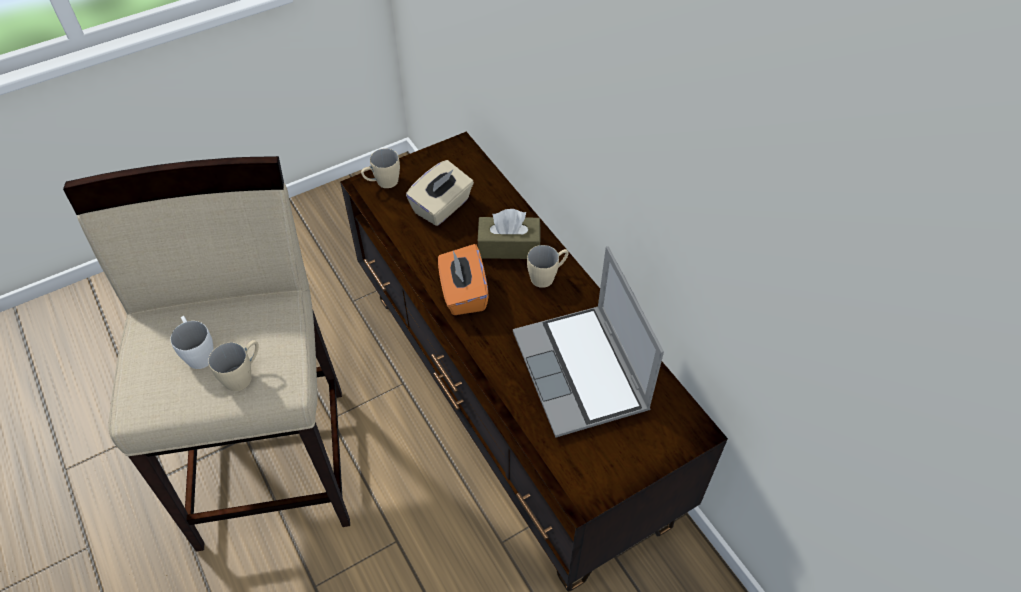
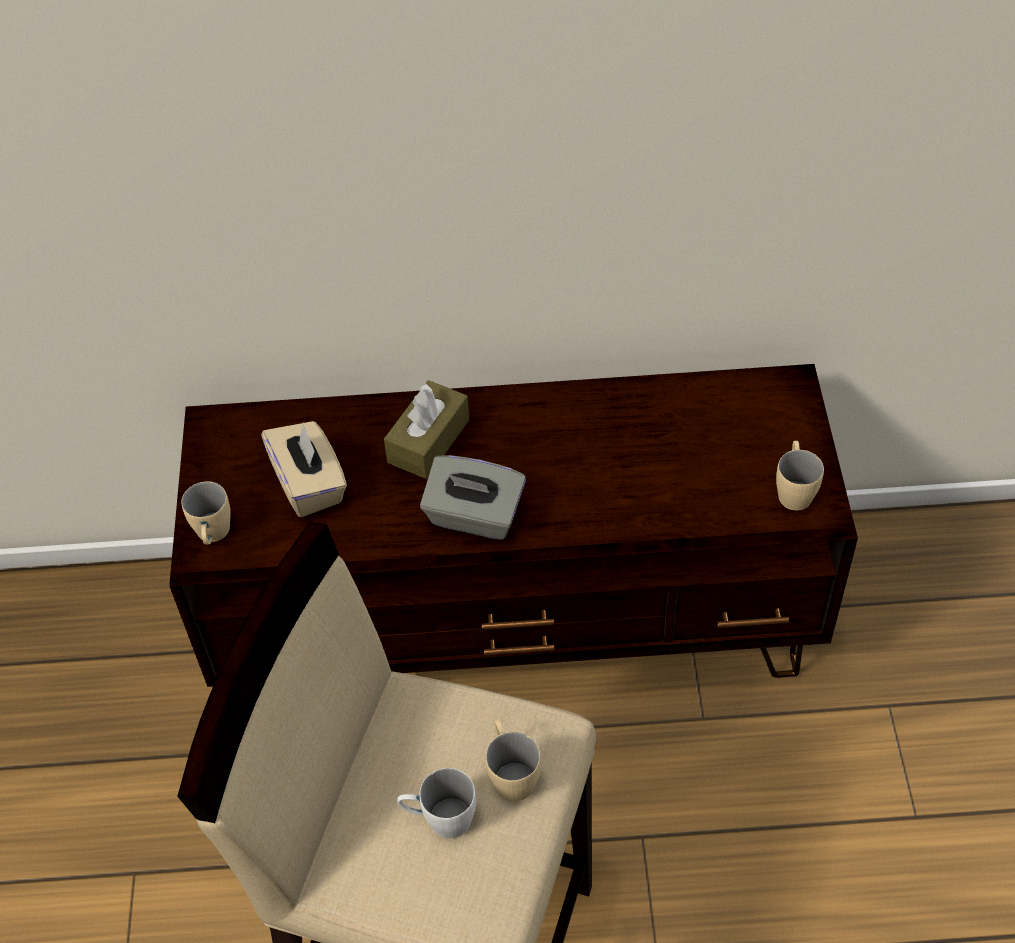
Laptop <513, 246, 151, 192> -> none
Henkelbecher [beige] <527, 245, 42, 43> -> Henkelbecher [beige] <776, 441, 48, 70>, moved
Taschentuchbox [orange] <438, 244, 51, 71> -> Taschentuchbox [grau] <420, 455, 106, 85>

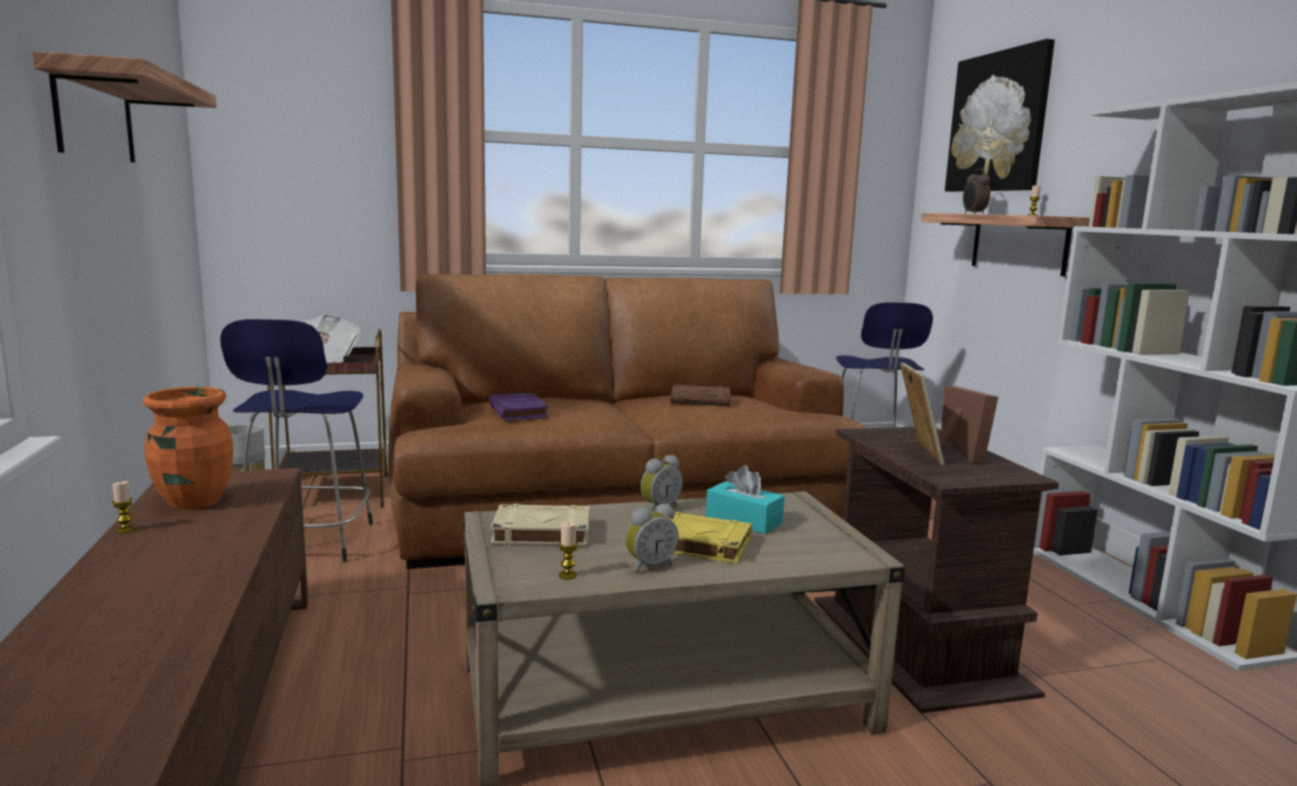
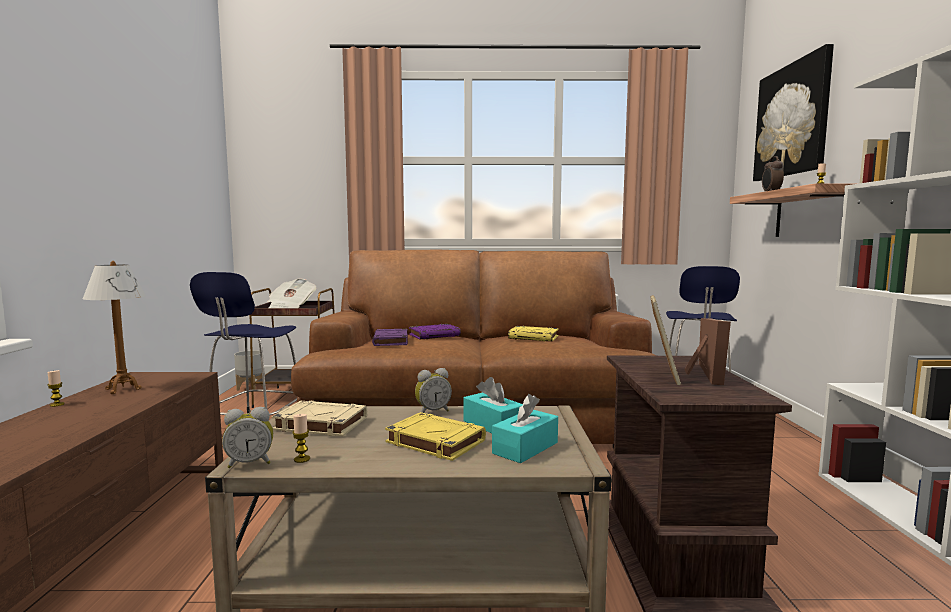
Wandregal <32, 51, 185, 111> -> none
none -> Buch [lila] <409, 324, 52, 15>
none -> Taschentuchbox [türkis] <492, 394, 66, 69>
Wecker <626, 504, 53, 69> -> Wecker <222, 407, 51, 61>, moved
Vase [orange] <143, 386, 91, 124> -> Tischlampe <83, 261, 63, 133>
Buch [braun] <671, 384, 59, 22> -> Buch [gelb] <508, 326, 51, 16>

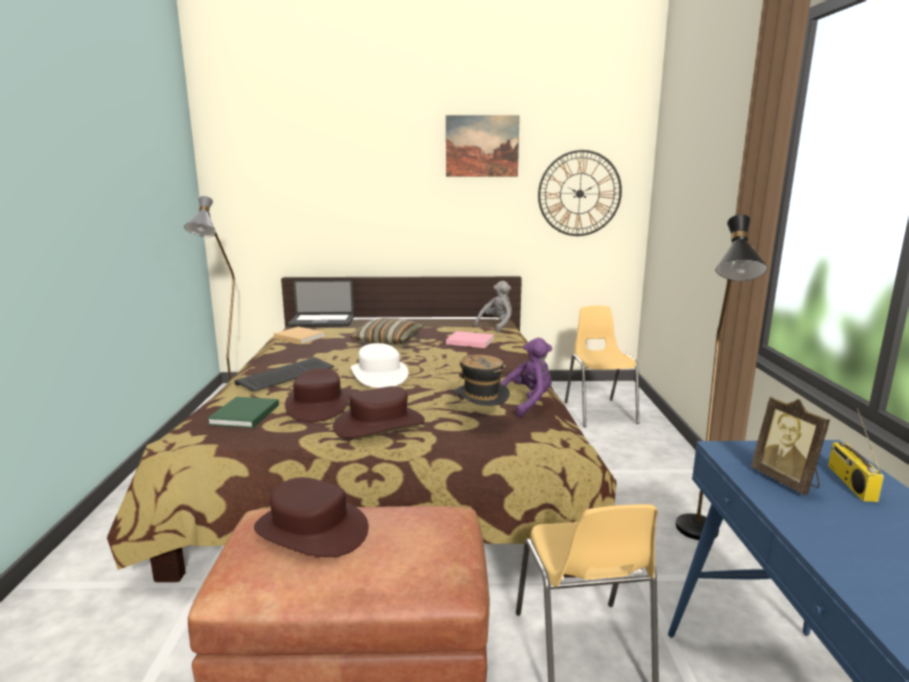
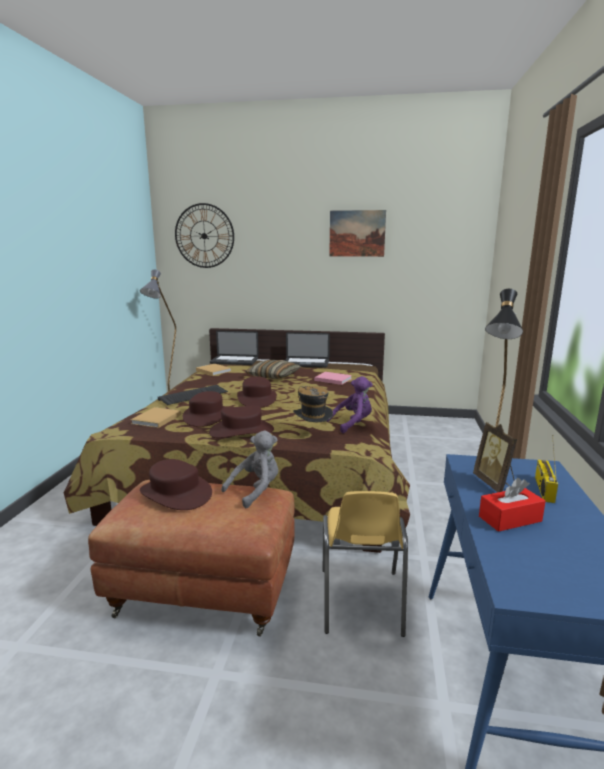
Stuhl [gelb] <565, 306, 74, 121> -> none
none -> Laptop <285, 332, 45, 36>
none -> Taschentuchbox [rot] <479, 478, 67, 54>
Plüschtier [grau] <474, 281, 38, 51> -> Plüschtier [grau] <221, 431, 57, 77>, moved
Wanduhr <538, 150, 84, 86> -> Wanduhr <175, 203, 59, 65>, moved
Buch [grün] <207, 397, 72, 31> -> Buch [beige] <131, 407, 50, 21>
Hut [weiß] <351, 343, 57, 45> -> Hut [braun] <237, 376, 40, 32>

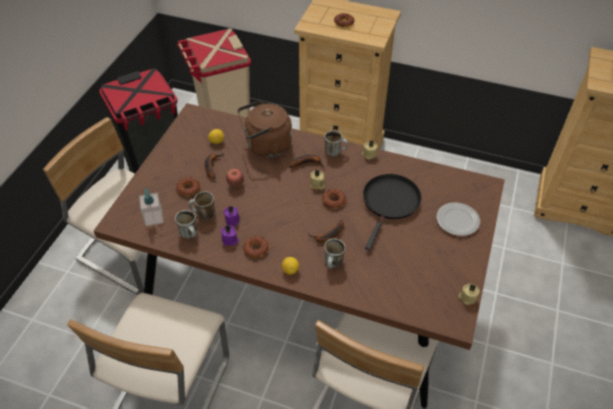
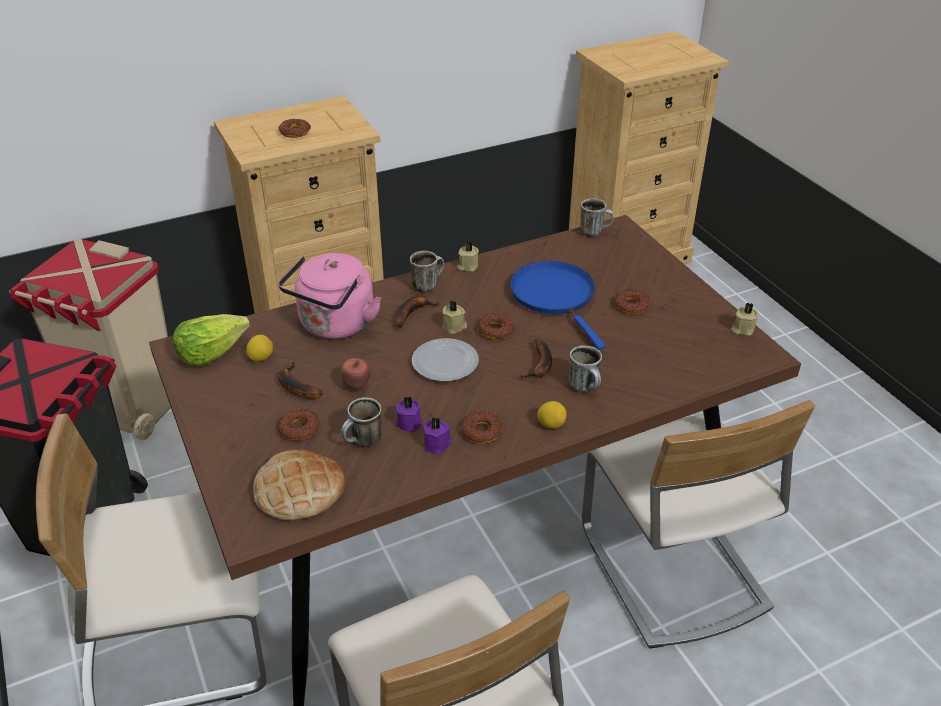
none -> Salatkopf <173, 314, 77, 52>
none -> Donut <614, 289, 36, 25>
Henkelbecher <175, 210, 22, 28> -> Henkelbecher <580, 198, 34, 39>, moved
Teller <437, 202, 43, 34> -> Teller <412, 338, 67, 44>, moved
Seifenspender <139, 188, 25, 38> -> Brot <253, 449, 93, 72>
Wasserkessel [braun] <238, 100, 54, 57> -> Wasserkessel [rosa] <278, 253, 103, 86>
Pfanne [schwarz] <363, 174, 58, 77> -> Pfanne [blau] <510, 261, 95, 89>

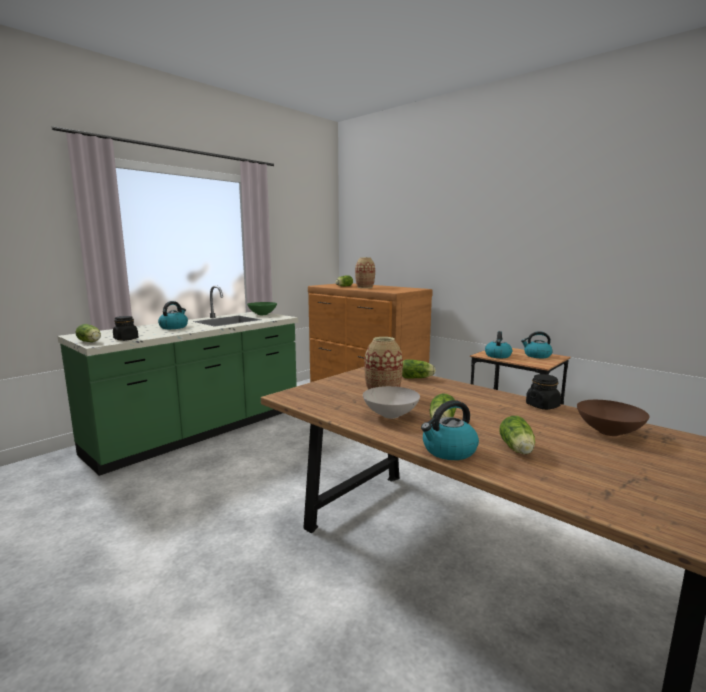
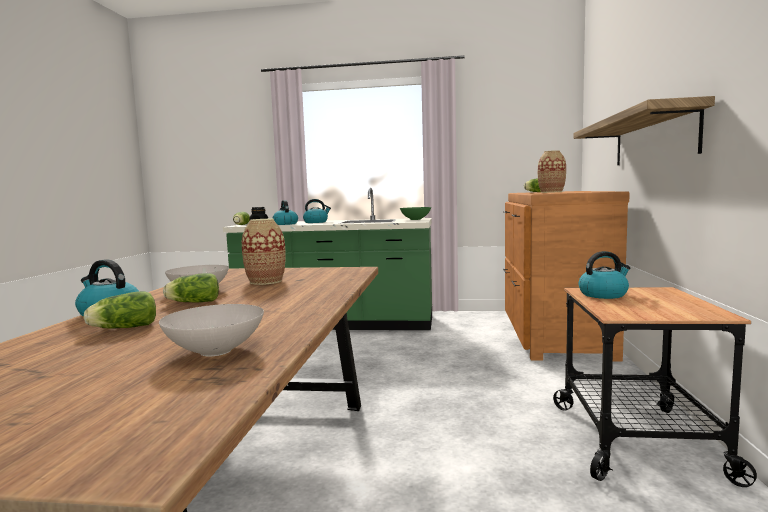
Salatkopf <402, 359, 34, 20> -> none
Vorratsglas [schwarz] <526, 374, 35, 36> -> none
none -> Wandregal <573, 96, 142, 69>
Wasserkessel <521, 331, 32, 27> -> Wasserkessel <272, 200, 26, 25>, moved
Schüssel [braun] <577, 400, 72, 36> -> Schüssel [weiß] <159, 304, 105, 53>

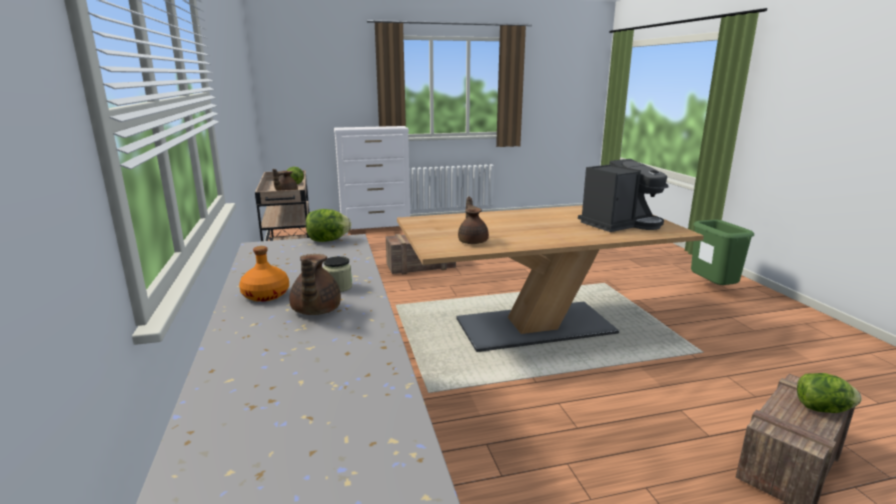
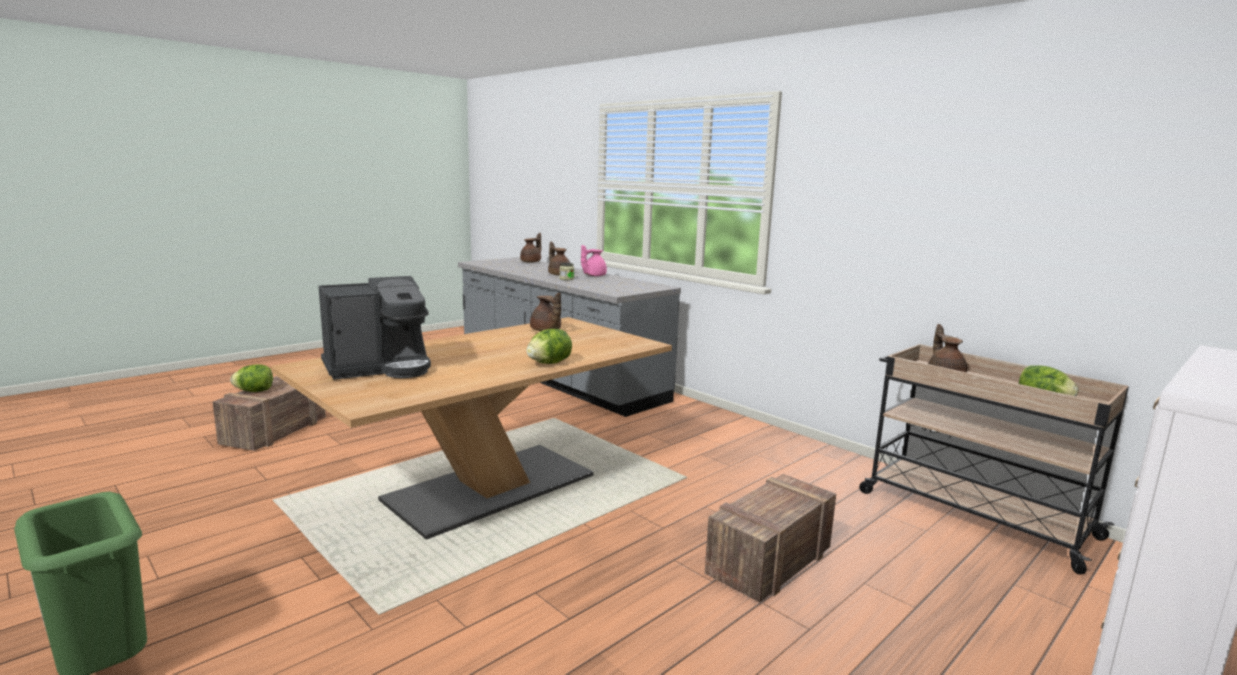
none -> Teekanne [braun] <520, 233, 21, 29>
Salatkopf <306, 209, 46, 33> -> Salatkopf <526, 329, 46, 35>, moved
Flasche [orange] <239, 246, 50, 56> -> Teekanne [rosa] <581, 245, 26, 31>
Kaffeemaschine <578, 159, 91, 73> -> Kaffeemaschine <318, 276, 113, 104>, 150 degrees counterclockwise

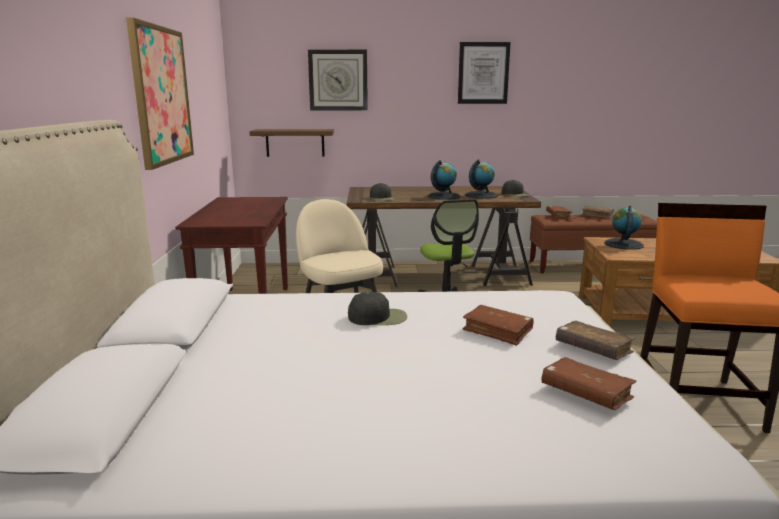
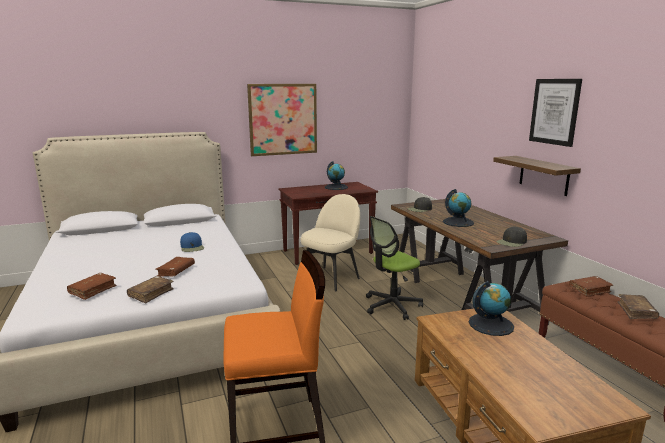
Wanduhr <308, 49, 60, 62> -> none
Wandregal <249, 129, 85, 28> -> Wandregal <493, 156, 88, 40>, moved
Globus <465, 159, 33, 40> -> Globus <325, 161, 23, 29>, moved
Kappe [schwarz] <348, 292, 59, 33> -> Kappe [blau] <180, 232, 24, 20>

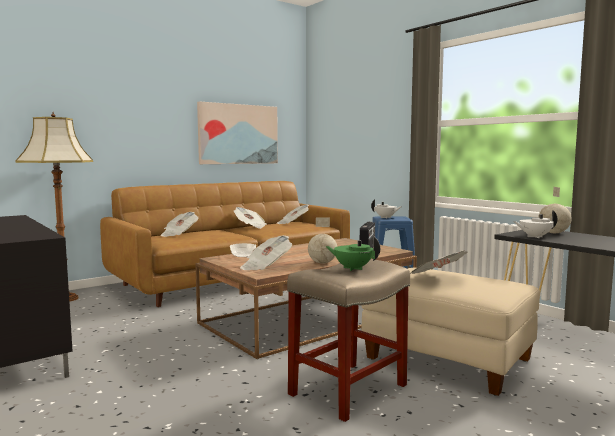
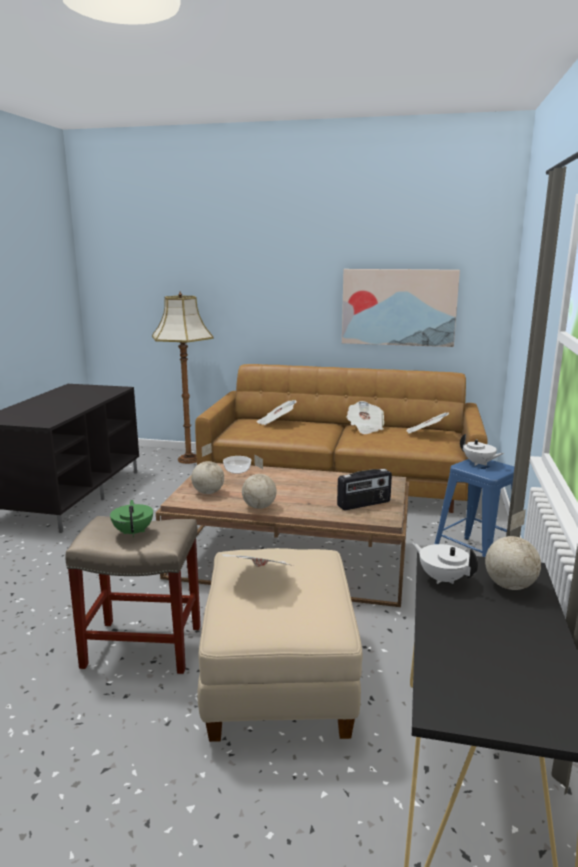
Zeitung <240, 235, 52, 35> -> Globus <191, 443, 33, 51>

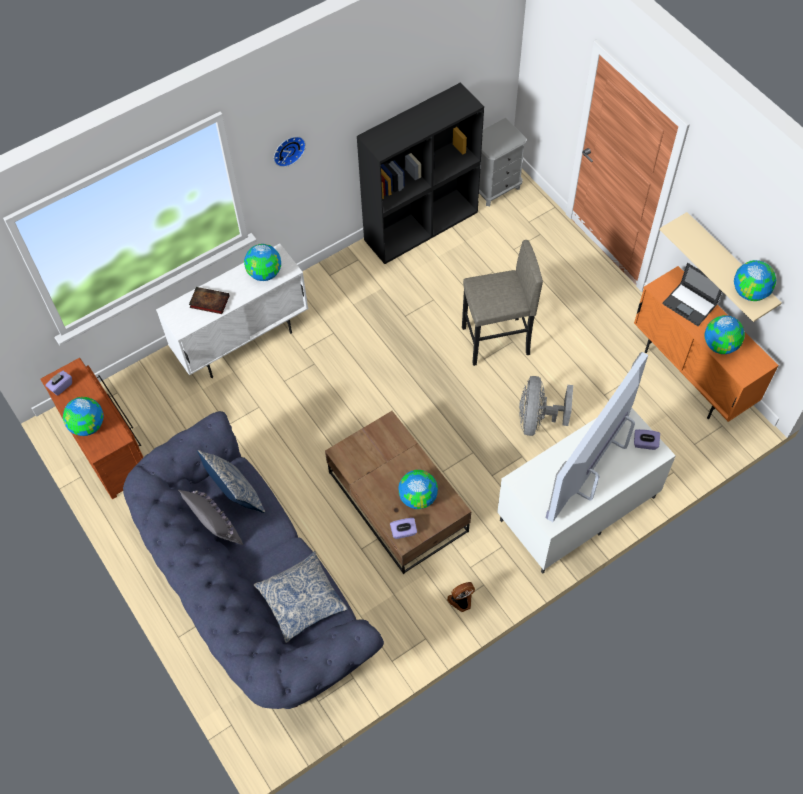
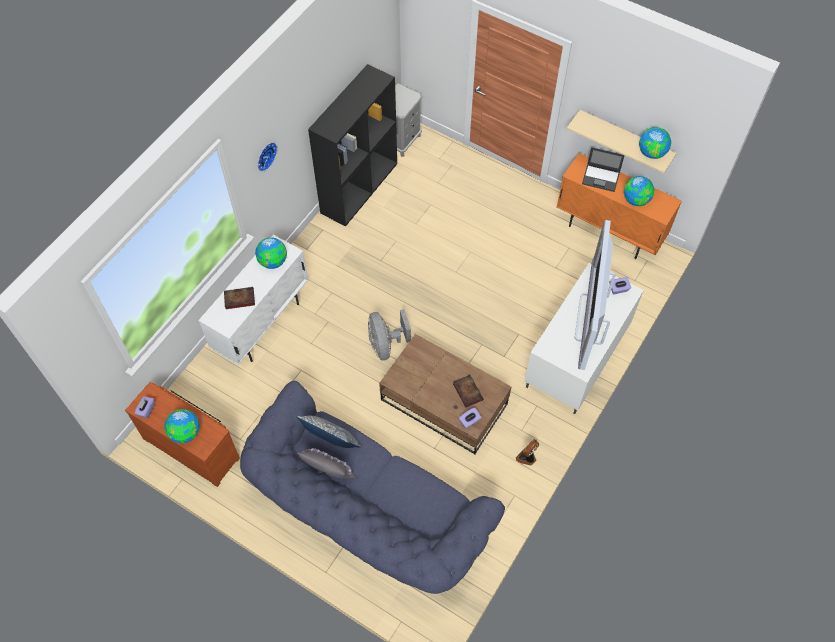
Kissen <253, 551, 95, 92> -> none
Hocker [grau] <462, 240, 81, 126> -> none
Ventilator [grau] <519, 376, 54, 60> -> Ventilator [grau] <368, 309, 43, 51>, moved
Globus <399, 470, 39, 39> -> Buch <453, 375, 31, 33>

